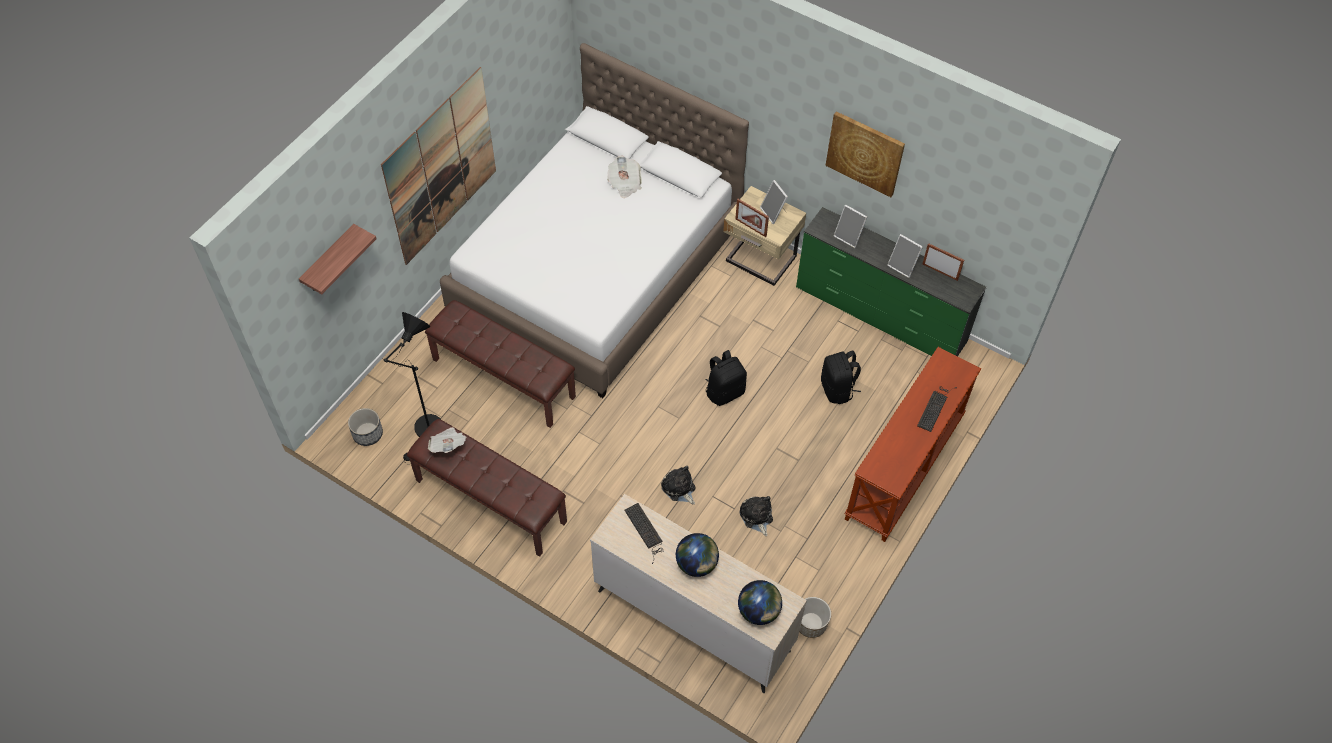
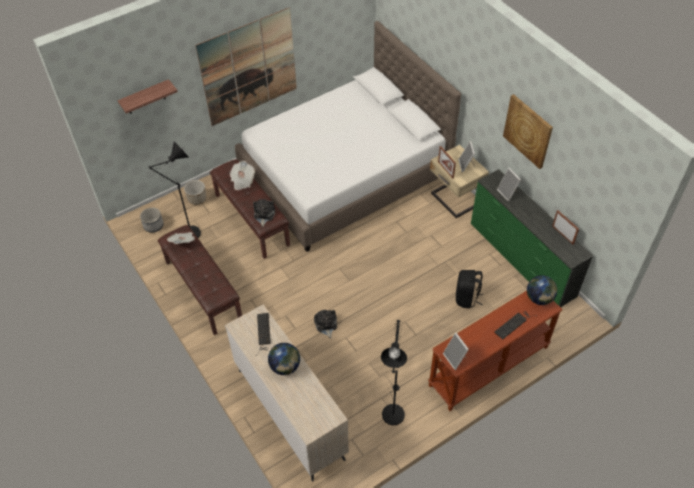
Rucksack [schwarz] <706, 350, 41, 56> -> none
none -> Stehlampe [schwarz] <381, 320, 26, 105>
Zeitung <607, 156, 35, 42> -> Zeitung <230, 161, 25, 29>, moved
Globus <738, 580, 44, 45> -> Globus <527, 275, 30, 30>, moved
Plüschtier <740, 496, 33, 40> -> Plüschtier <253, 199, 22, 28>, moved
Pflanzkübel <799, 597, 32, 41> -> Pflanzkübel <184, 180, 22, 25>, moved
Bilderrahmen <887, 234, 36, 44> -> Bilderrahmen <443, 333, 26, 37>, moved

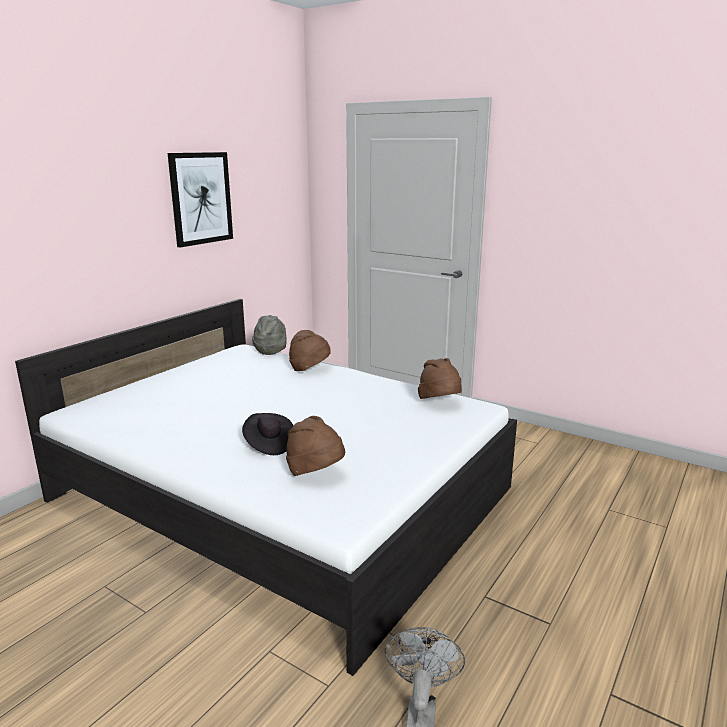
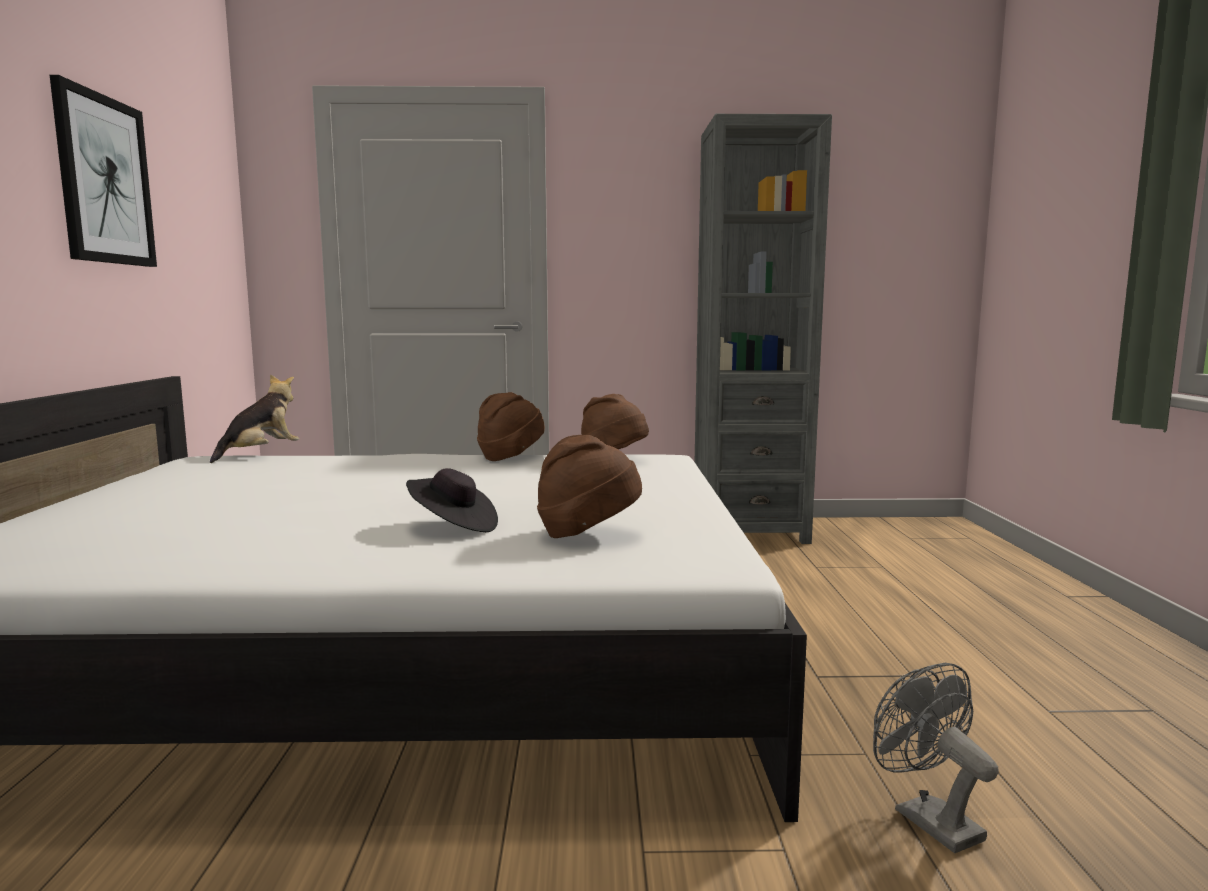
none -> Bücherregal [grau] <695, 114, 137, 430>
Hut [braun] <289, 330, 42, 41> -> Hut [braun] <477, 392, 68, 69>, moved
Hut [grau] <252, 315, 35, 40> -> Plüschtier <210, 374, 89, 89>

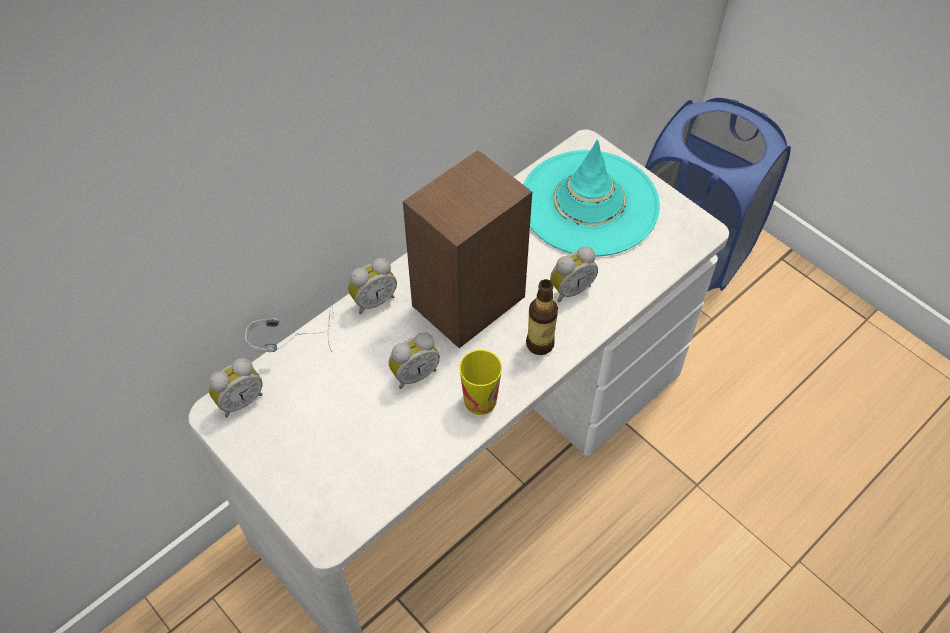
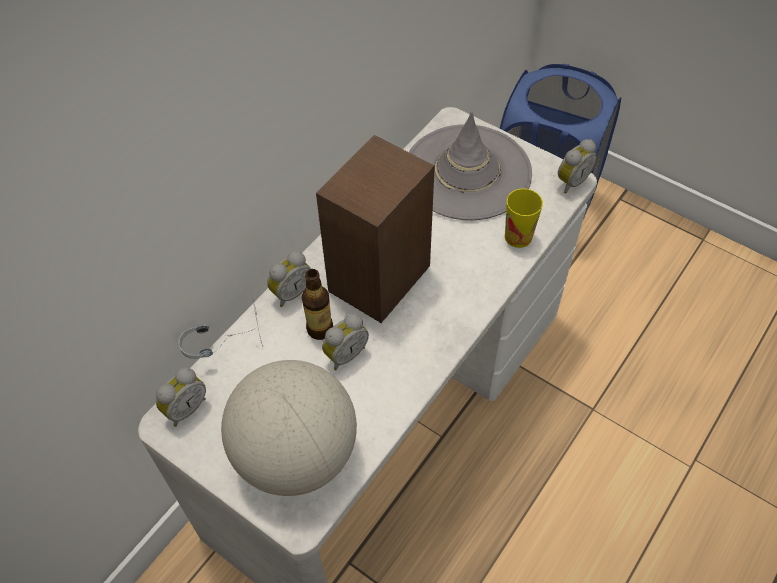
none -> Globus <221, 360, 136, 136>
Tasse <459, 350, 43, 65> -> Tasse <505, 188, 38, 60>, moved
Flasche <526, 279, 32, 76> -> Flasche <302, 269, 31, 71>, moved
Wecker <550, 246, 48, 56> -> Wecker <558, 139, 39, 55>, moved
Hut [türkis] <523, 139, 137, 118> -> Hut [grau] <409, 112, 123, 108>

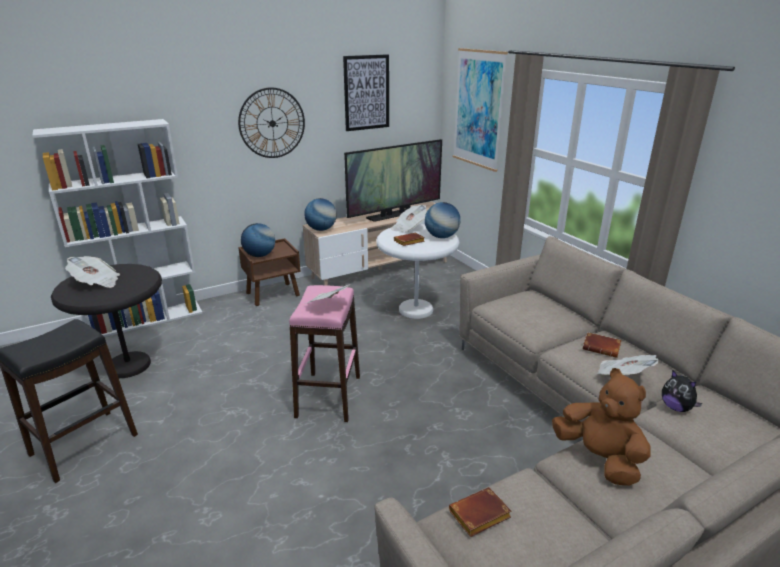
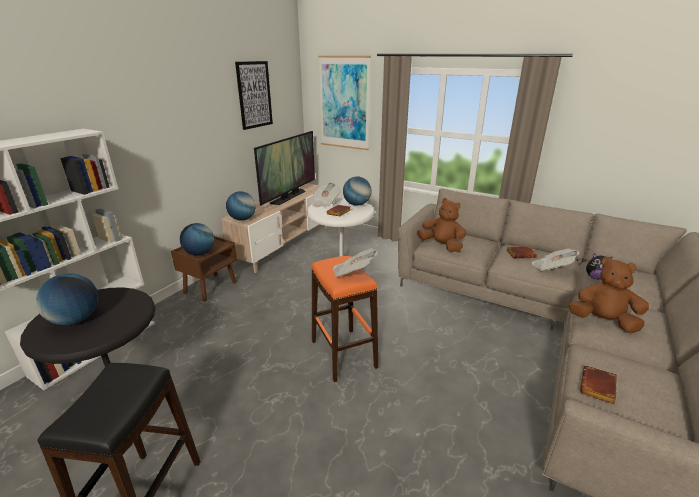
Wanduhr <238, 87, 67, 71> -> none
none -> Plüschtier [braun] <417, 198, 49, 54>
Zeitung <65, 256, 55, 32> -> Globus <35, 273, 63, 52>
Hocker [rosa] <289, 285, 71, 137> -> Hocker [orange] <312, 255, 66, 127>

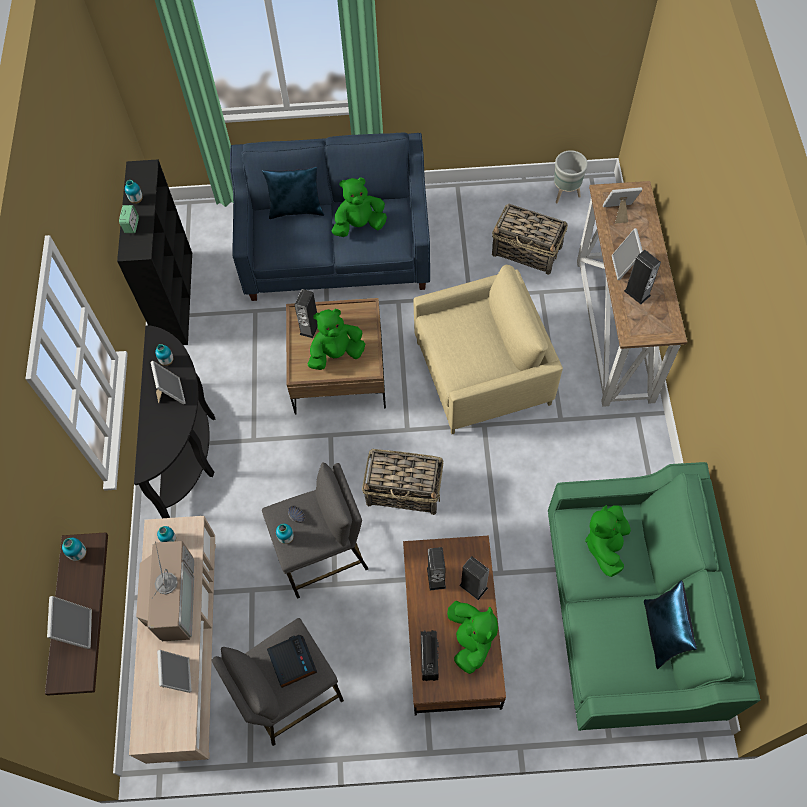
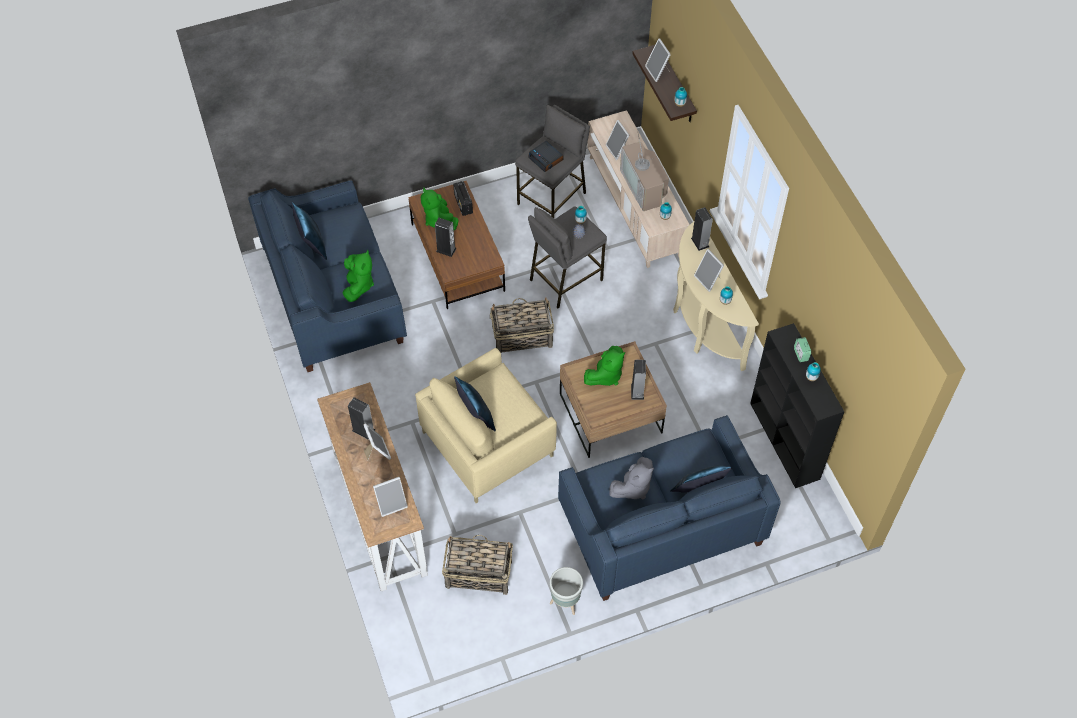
none -> Kissen [blau] <454, 376, 42, 56>
Lautsprecher <427, 547, 19, 43> -> Lautsprecher <691, 207, 22, 44>, moved
Pflanzkübel [grau] <554, 150, 34, 53> -> Pflanzkübel [grau] <550, 567, 33, 48>, moved
Konsolentisch [schwarz] <134, 325, 82, 193> -> Konsolentisch [beige] <673, 222, 86, 149>
Plüschtier [grün] <332, 177, 55, 60> -> Plüschtier [grau] <609, 457, 45, 43>
Sofa [grün] <548, 462, 213, 269> -> Sofa [blau] <248, 180, 159, 192>

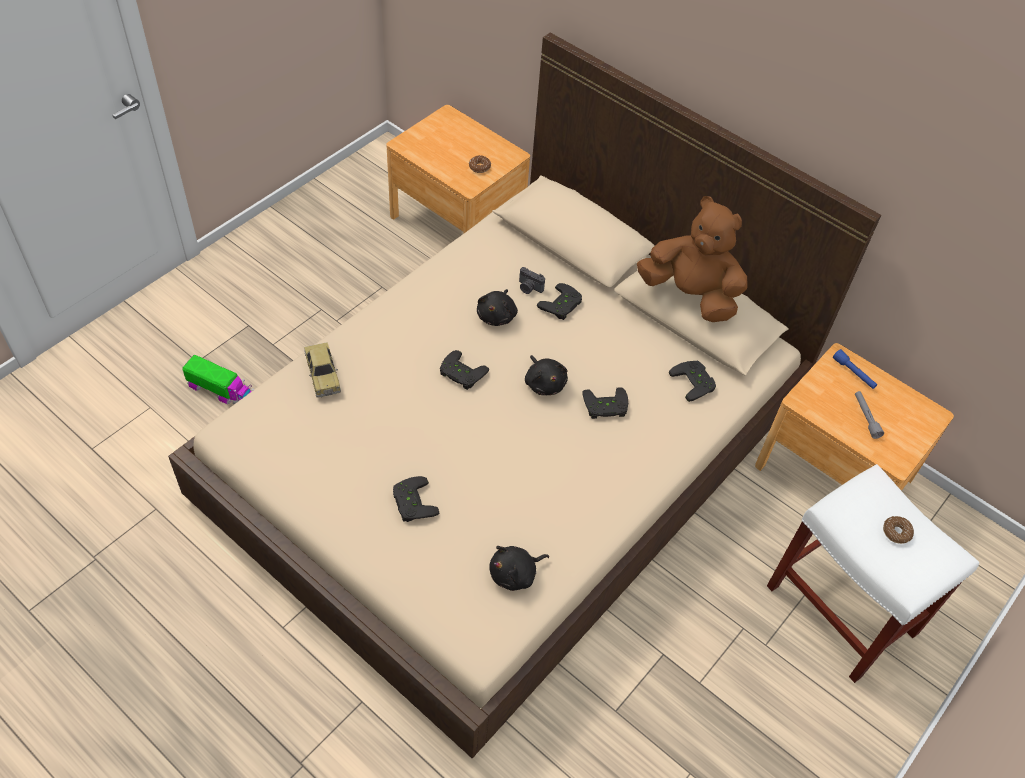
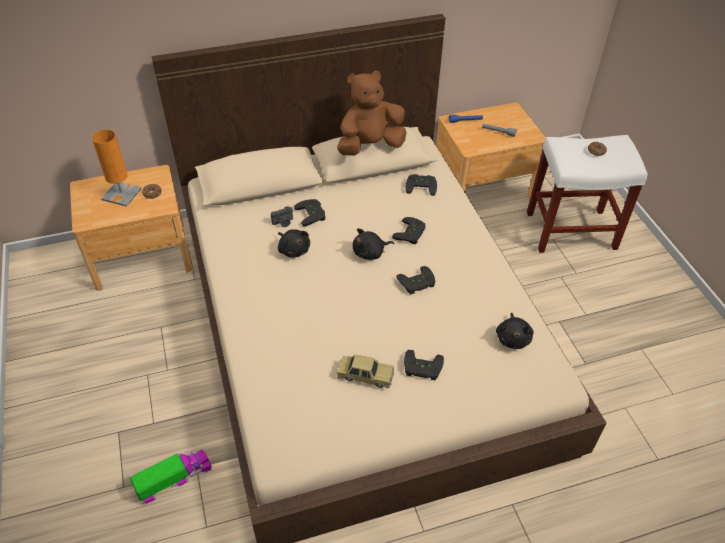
none -> Tischlampe [orange] <92, 129, 50, 78>
Spielzeugauto <304, 342, 37, 56> -> Spielzeugauto <336, 354, 58, 34>, moved
Gamepad [schwarz] <440, 350, 49, 40> -> Gamepad [schwarz] <396, 266, 39, 28>, moved
Plüschtier [schwarz] <525, 355, 43, 40> -> Plüschtier [schwarz] <353, 228, 41, 32>, 150 degrees clockwise

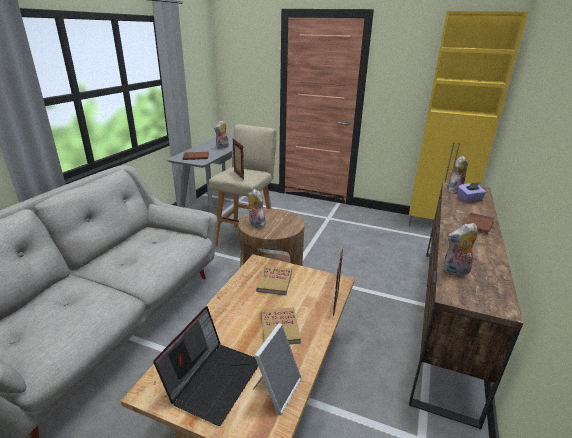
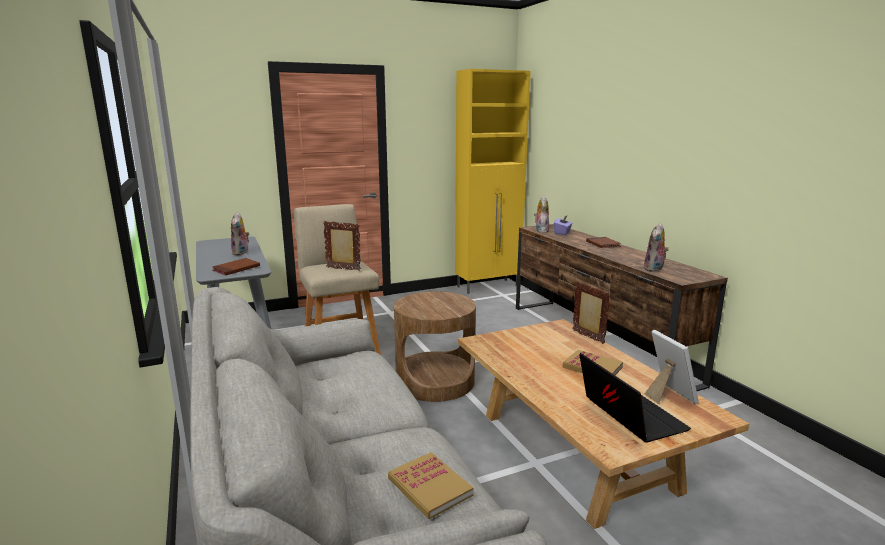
Plüschtier <248, 189, 18, 40> -> none
Buch <256, 266, 36, 29> -> Buch <388, 452, 86, 67>, moved

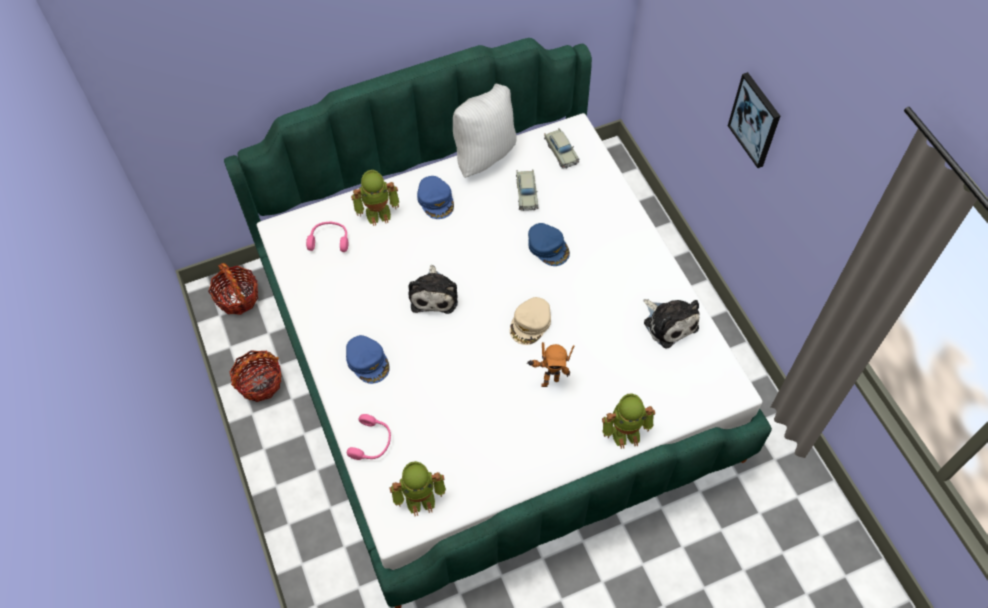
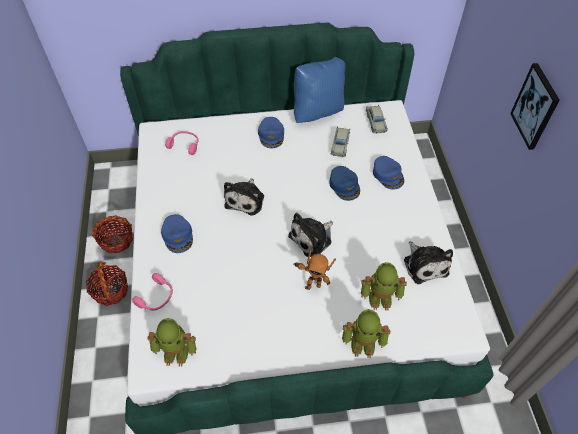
none -> Kappe [blau] <373, 156, 31, 34>
Korb <208, 263, 50, 52> -> Korb <86, 262, 42, 44>, moved
Spielzeugroboter <351, 170, 48, 56> -> Spielzeugroboter <361, 262, 46, 49>, moved
Kappe [beige] <510, 297, 41, 48> -> Plüschtier <288, 213, 45, 44>
Kissen [weiß] <453, 83, 64, 95> -> Kissen [blau] <294, 57, 52, 66>

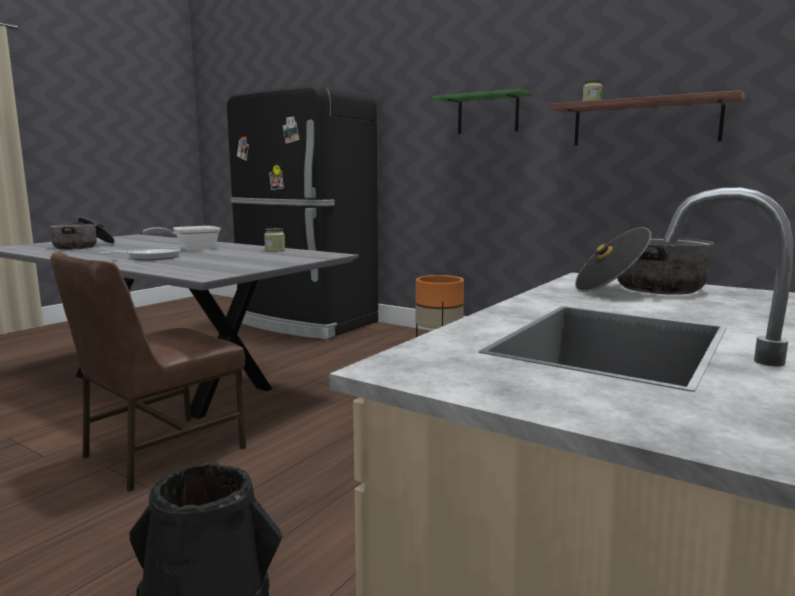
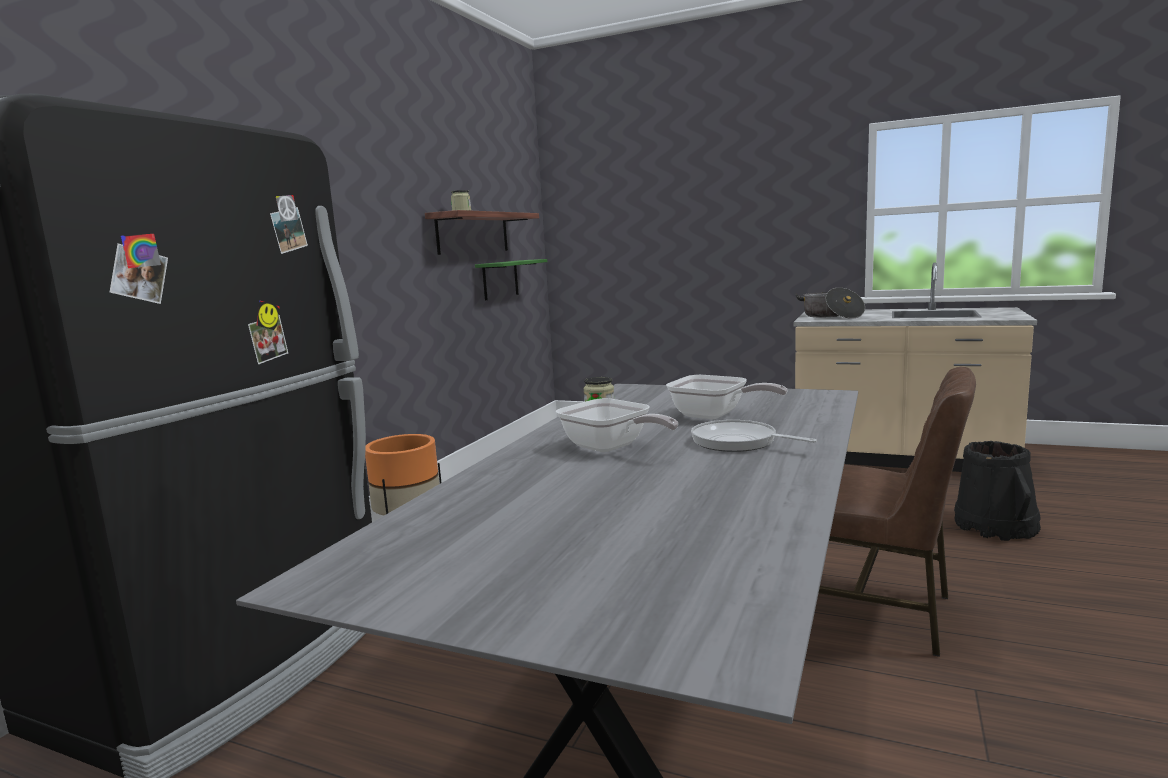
Kochtopf <49, 217, 66, 33> -> none
none -> Pfanne <666, 375, 122, 44>
Wandregal [grün] <433, 89, 100, 45> -> Wandregal [grün] <475, 259, 72, 41>, moved

